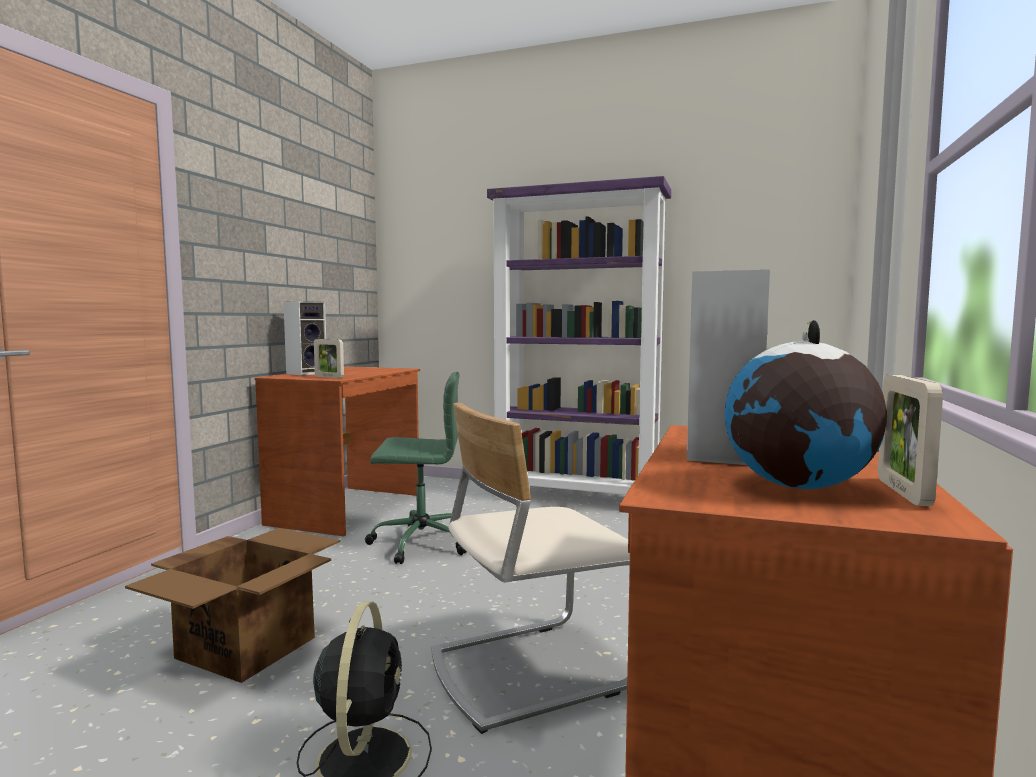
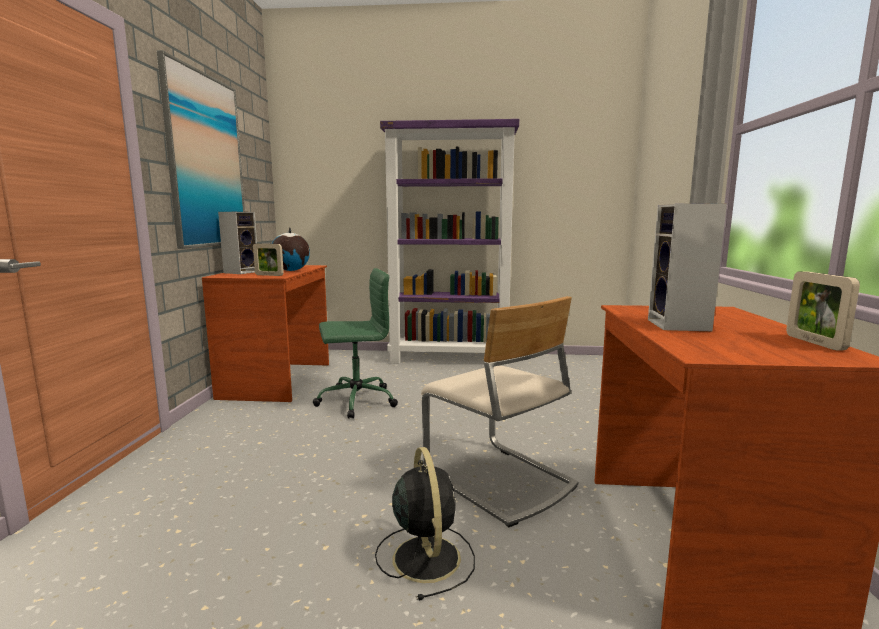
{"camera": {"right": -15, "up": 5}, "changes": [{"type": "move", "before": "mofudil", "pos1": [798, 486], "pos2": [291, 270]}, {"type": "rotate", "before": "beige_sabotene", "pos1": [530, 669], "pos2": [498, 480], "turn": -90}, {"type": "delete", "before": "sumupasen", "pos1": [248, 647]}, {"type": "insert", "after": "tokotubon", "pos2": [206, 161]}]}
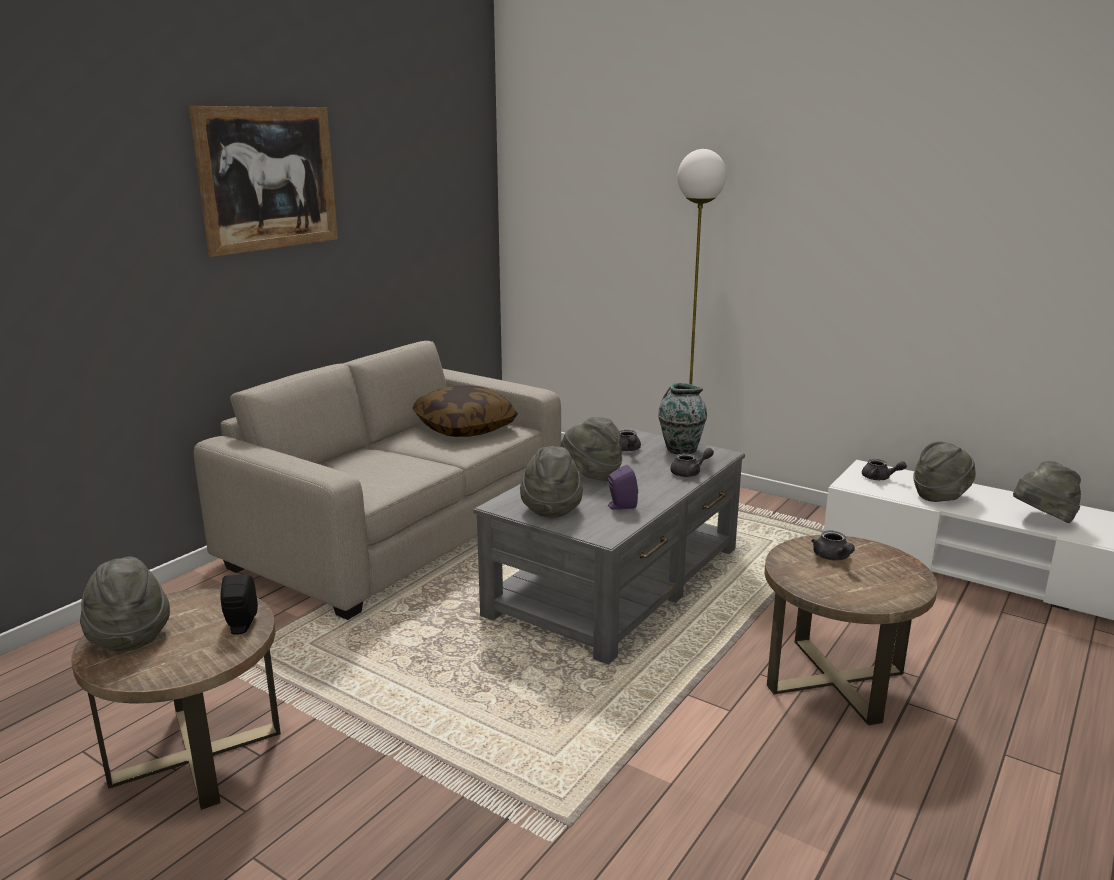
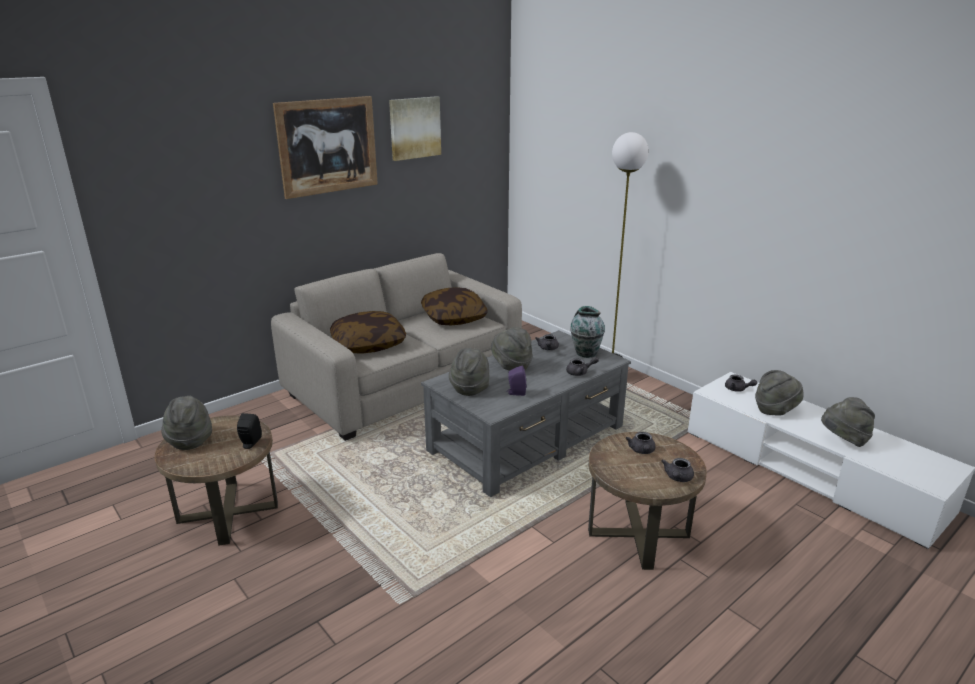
{"camera": {"right": 15, "up": 5}, "changes": [{"type": "insert", "after": "tokotubon", "pos2": [414, 128]}, {"type": "insert", "after": "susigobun", "pos2": [368, 344]}, {"type": "insert", "after": "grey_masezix", "pos2": [677, 478]}]}
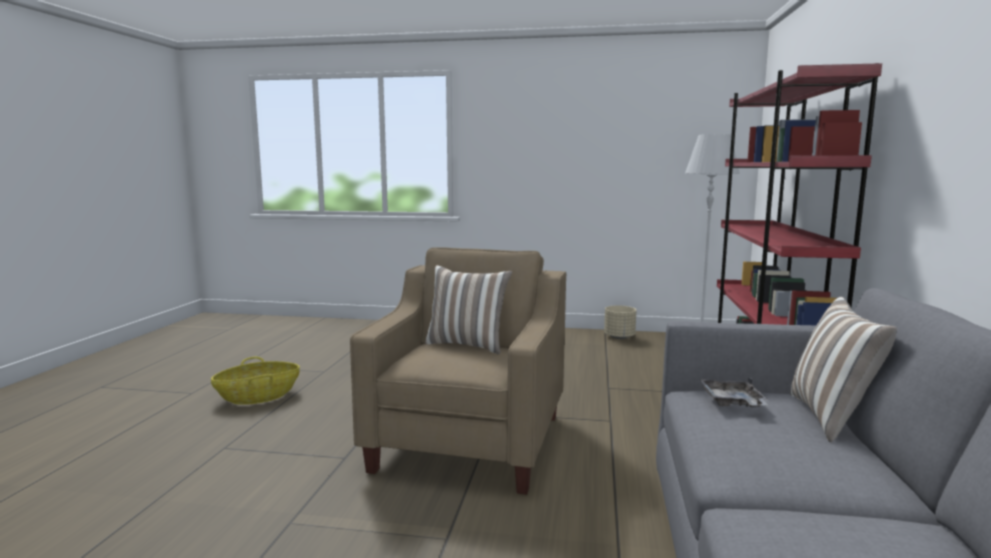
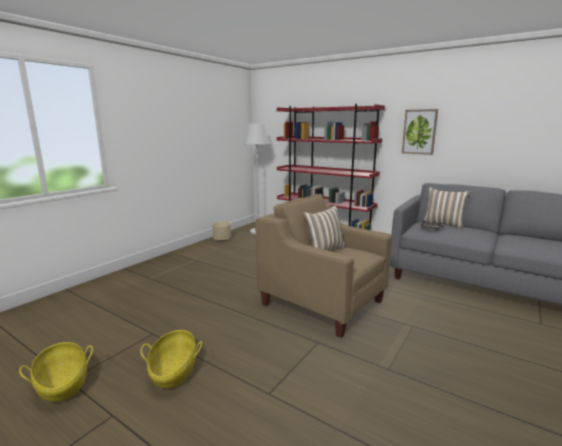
{"camera": {"right": -65, "up": 5}, "changes": [{"type": "insert", "after": "tokotubon", "pos2": [419, 132]}, {"type": "insert", "after": "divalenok", "pos2": [63, 384]}]}
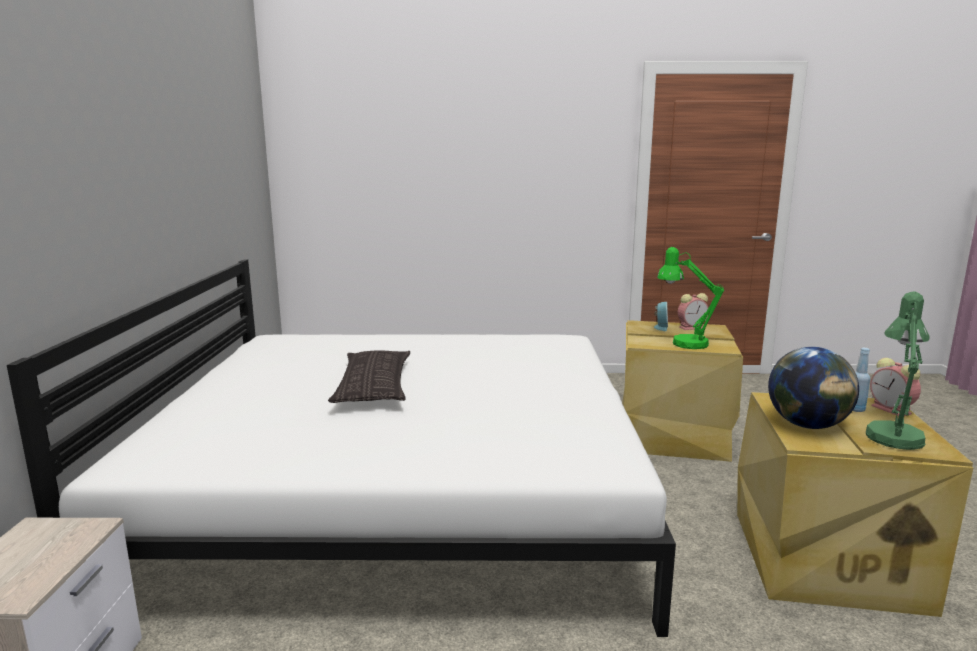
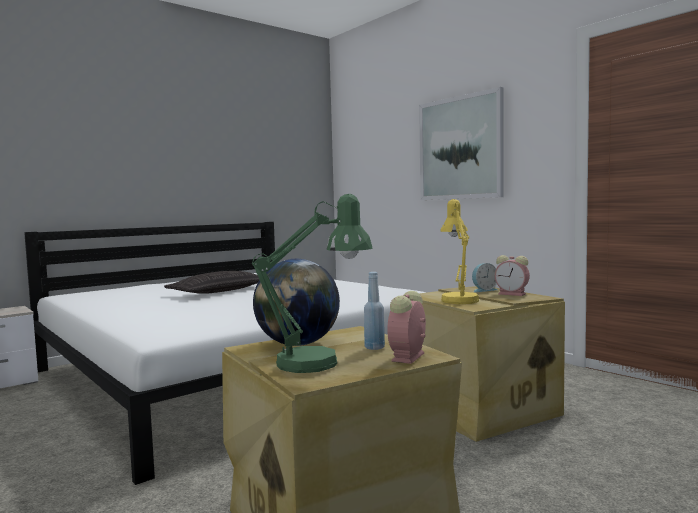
{"camera": {"right": 50, "up": -10}, "changes": [{"type": "recolor", "before": "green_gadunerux", "after": "yellow_gadunerux", "pos1": [682, 342], "pos2": [458, 299]}, {"type": "insert", "after": "tokotubon", "pos2": [460, 148]}]}
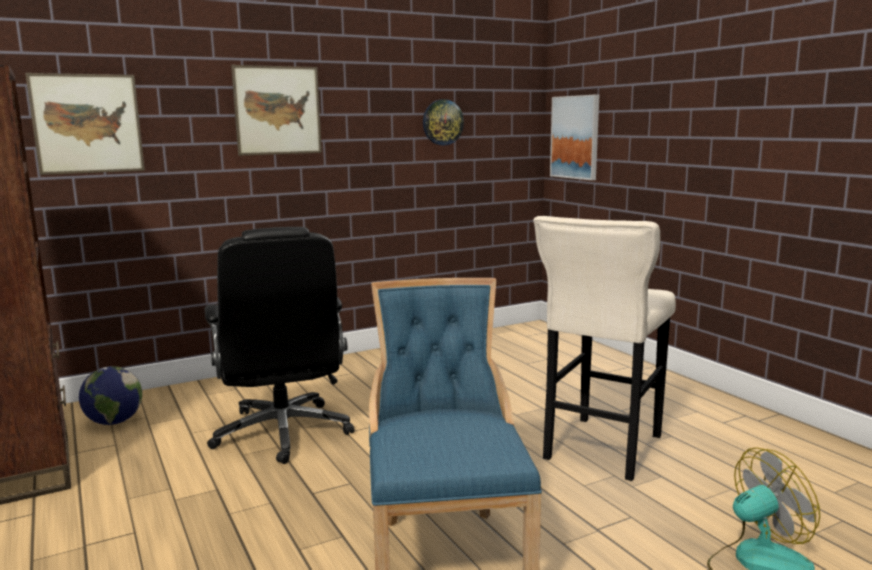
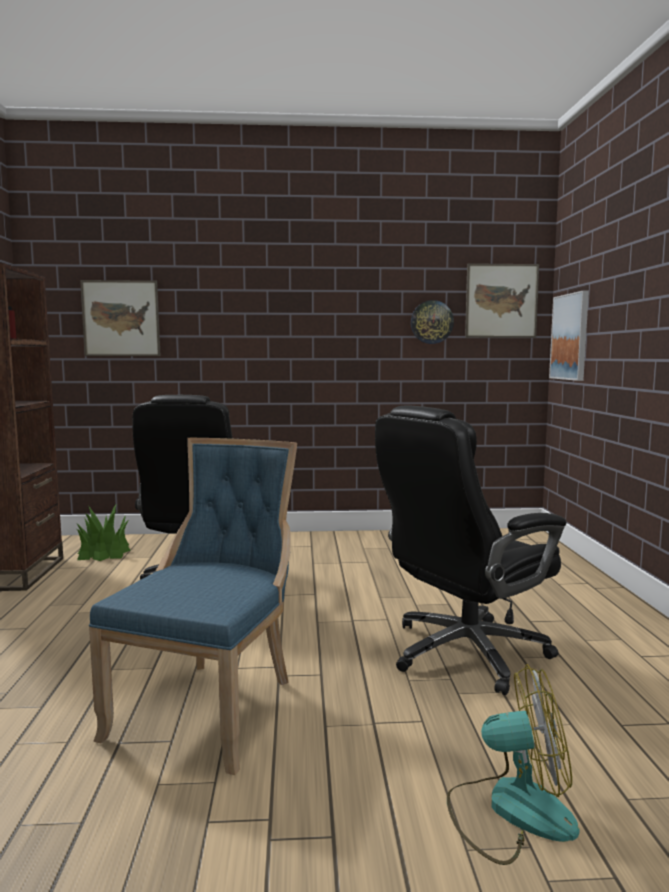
{"camera": {"right": 25, "up": -5}, "changes": [{"type": "move", "before": "tokotubon", "pos1": [277, 110], "pos2": [501, 301]}, {"type": "replace", "before": "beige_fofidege", "after": "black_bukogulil", "pos1": [601, 450], "pos2": [464, 653]}, {"type": "replace", "before": "mofudil", "after": "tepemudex", "pos1": [114, 422], "pos2": [104, 552]}]}
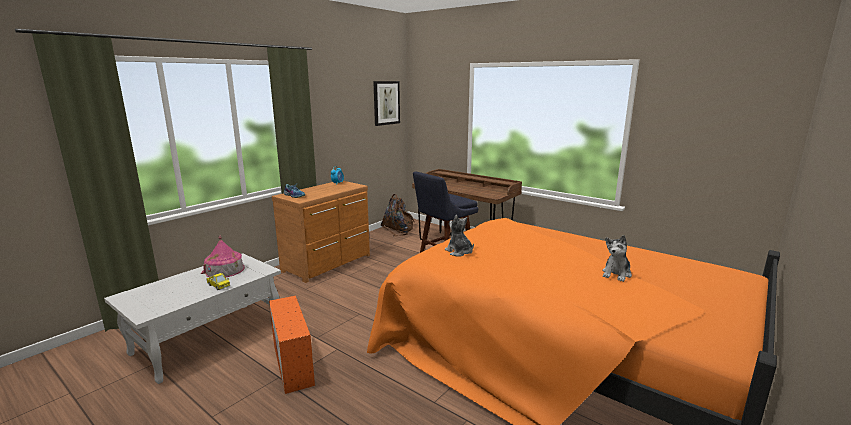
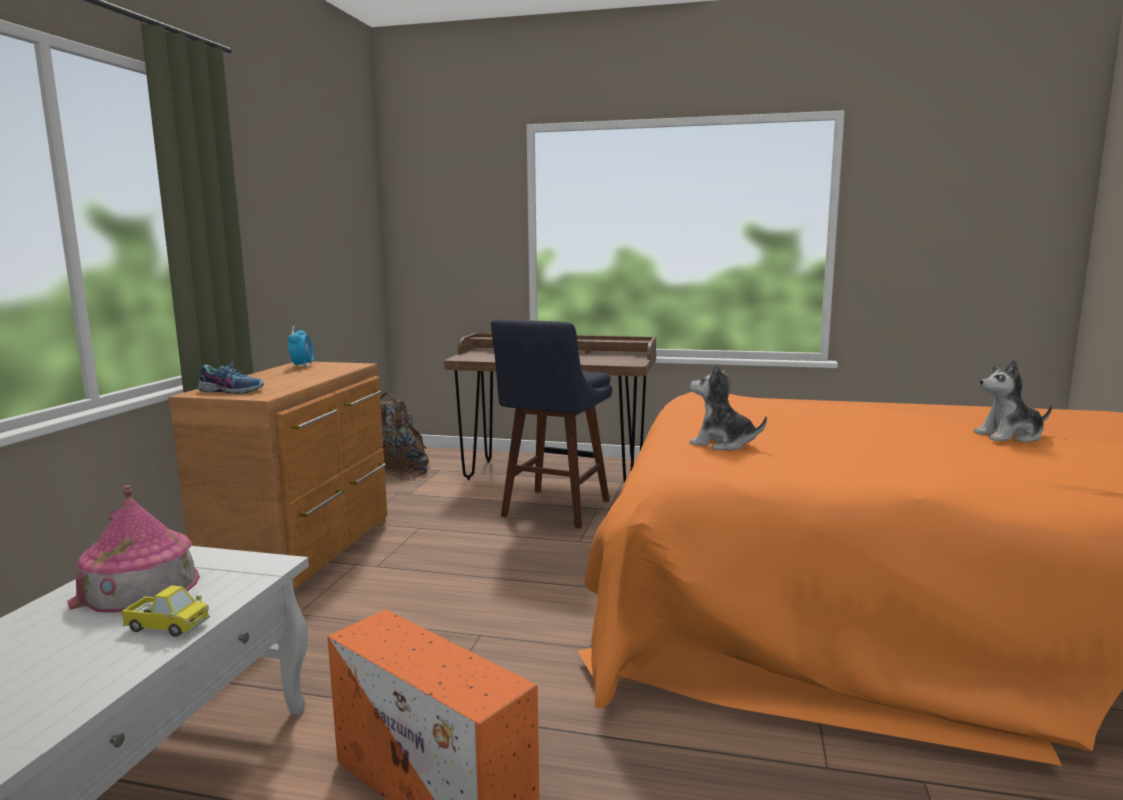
{"camera": {"right": -25, "up": -5}, "changes": [{"type": "delete", "before": "tokotubon", "pos1": [386, 103]}, {"type": "rotate", "before": "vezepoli", "pos1": [616, 274], "pos2": [1010, 436], "turn": 75}]}
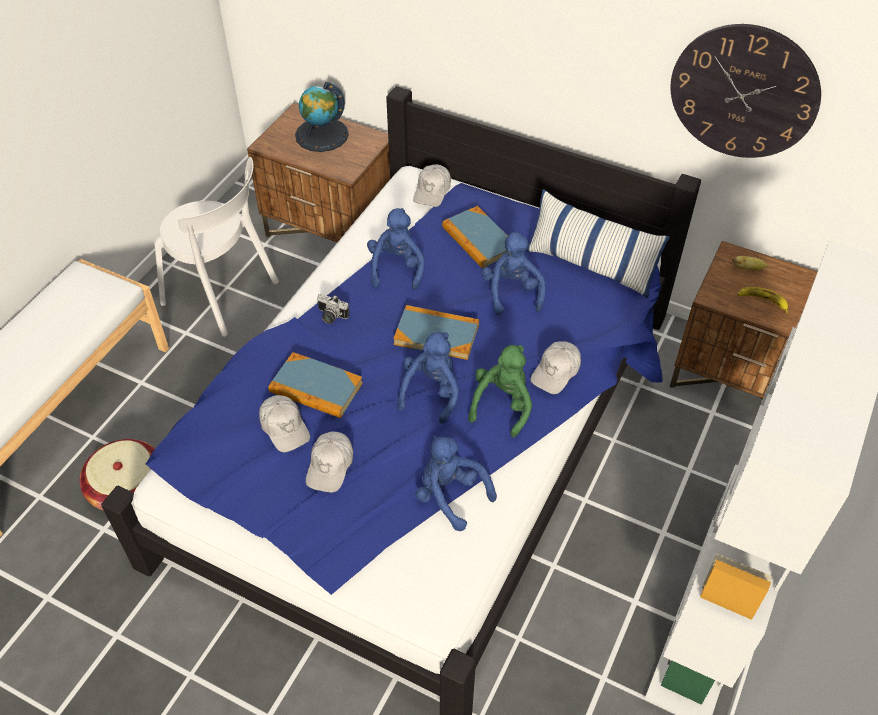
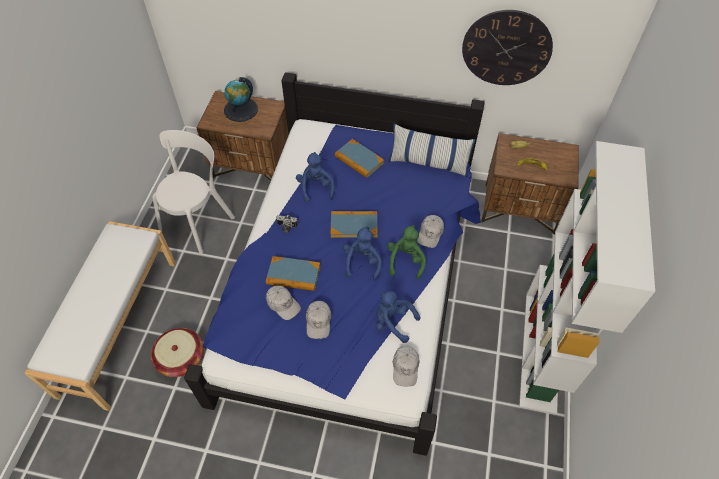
{"camera": {"right": -15, "up": 5}, "changes": [{"type": "rotate", "before": "white_sabotene", "pos1": [224, 295], "pos2": [199, 221], "turn": -75}, {"type": "move", "before": "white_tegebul", "pos1": [432, 191], "pos2": [405, 367]}, {"type": "delete", "before": "blue_vezepoli", "pos1": [512, 292]}]}
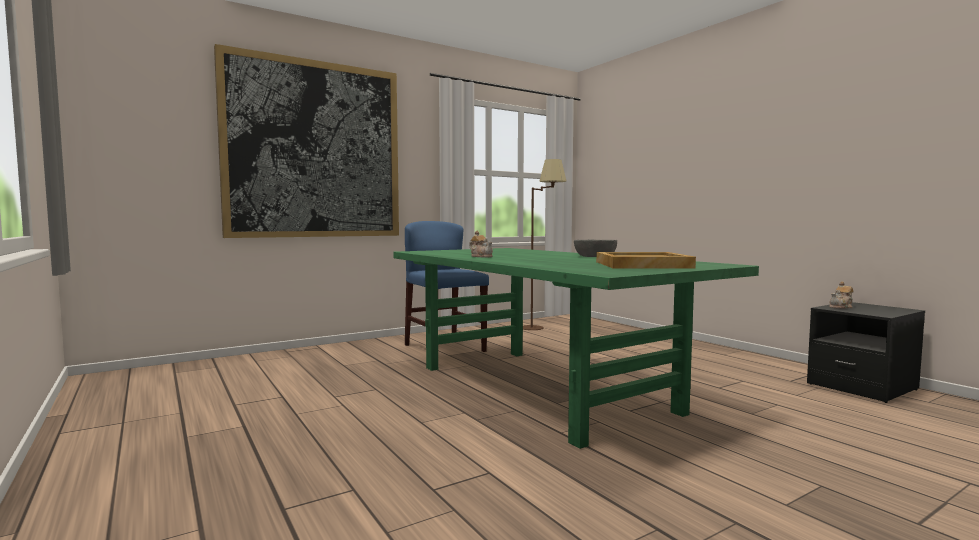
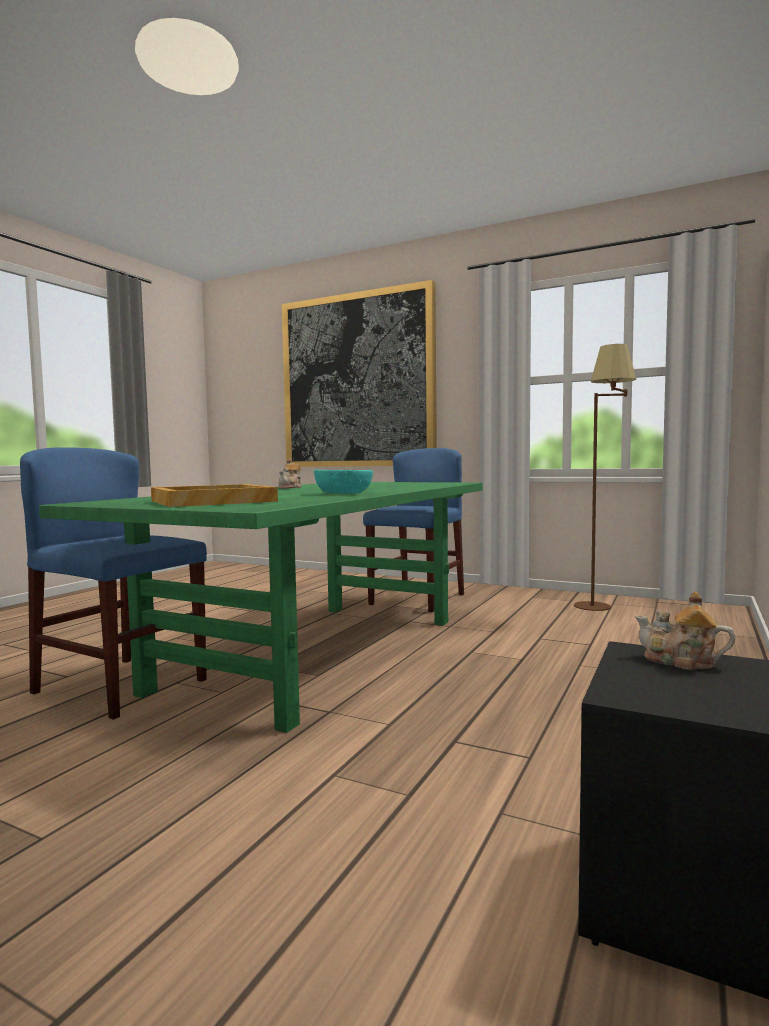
{"camera": {"right": 60, "up": 0}, "changes": [{"type": "recolor", "before": "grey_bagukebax", "after": "turquoise_bagukebax", "pos1": [594, 257], "pos2": [343, 493]}, {"type": "insert", "after": "blue_sabotene", "pos2": [121, 686]}]}
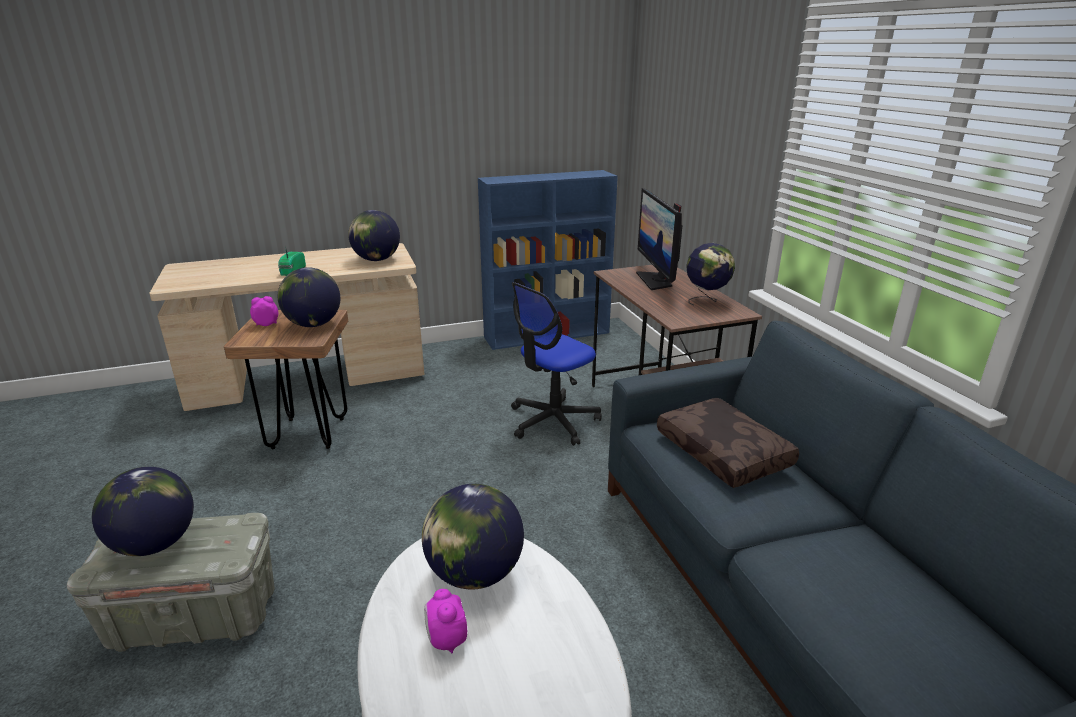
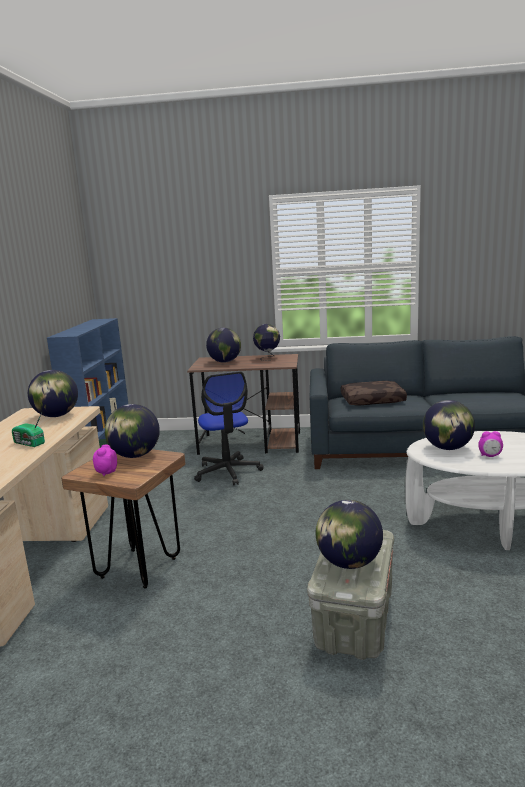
{"camera": {"right": -65, "up": -10}, "changes": [{"type": "replace", "before": "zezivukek", "after": "mofudil", "pos1": [656, 280], "pos2": [225, 362]}]}
